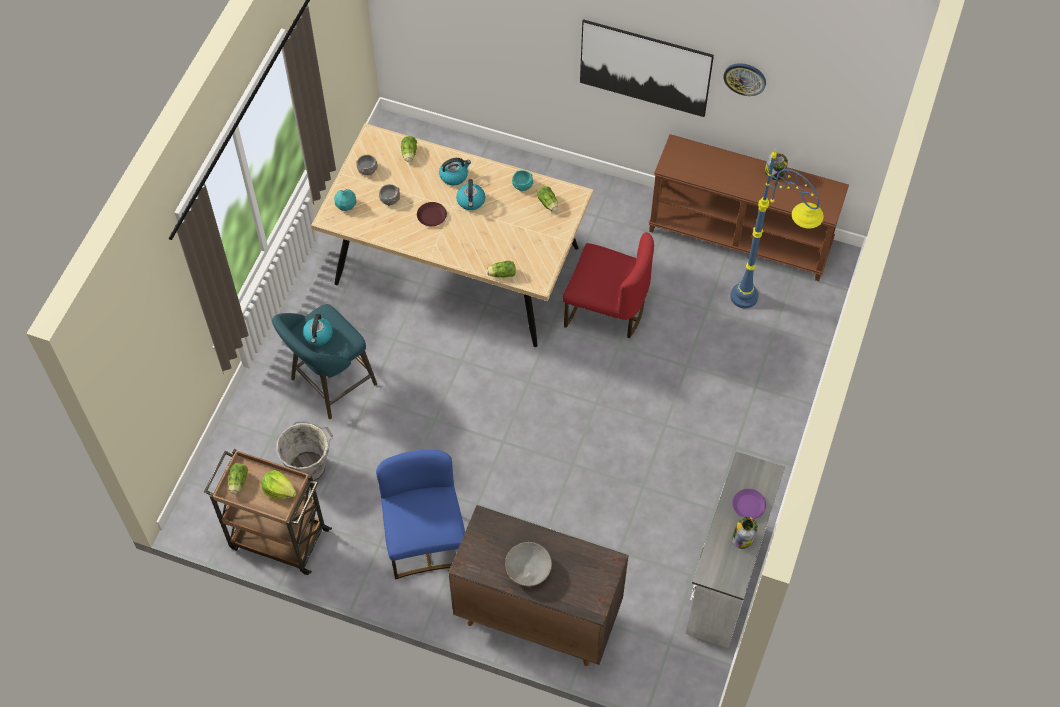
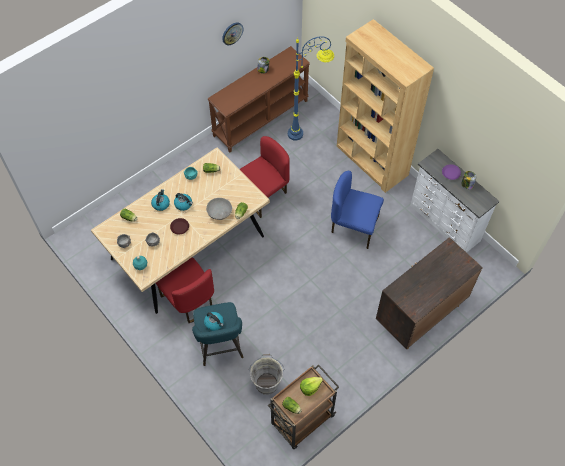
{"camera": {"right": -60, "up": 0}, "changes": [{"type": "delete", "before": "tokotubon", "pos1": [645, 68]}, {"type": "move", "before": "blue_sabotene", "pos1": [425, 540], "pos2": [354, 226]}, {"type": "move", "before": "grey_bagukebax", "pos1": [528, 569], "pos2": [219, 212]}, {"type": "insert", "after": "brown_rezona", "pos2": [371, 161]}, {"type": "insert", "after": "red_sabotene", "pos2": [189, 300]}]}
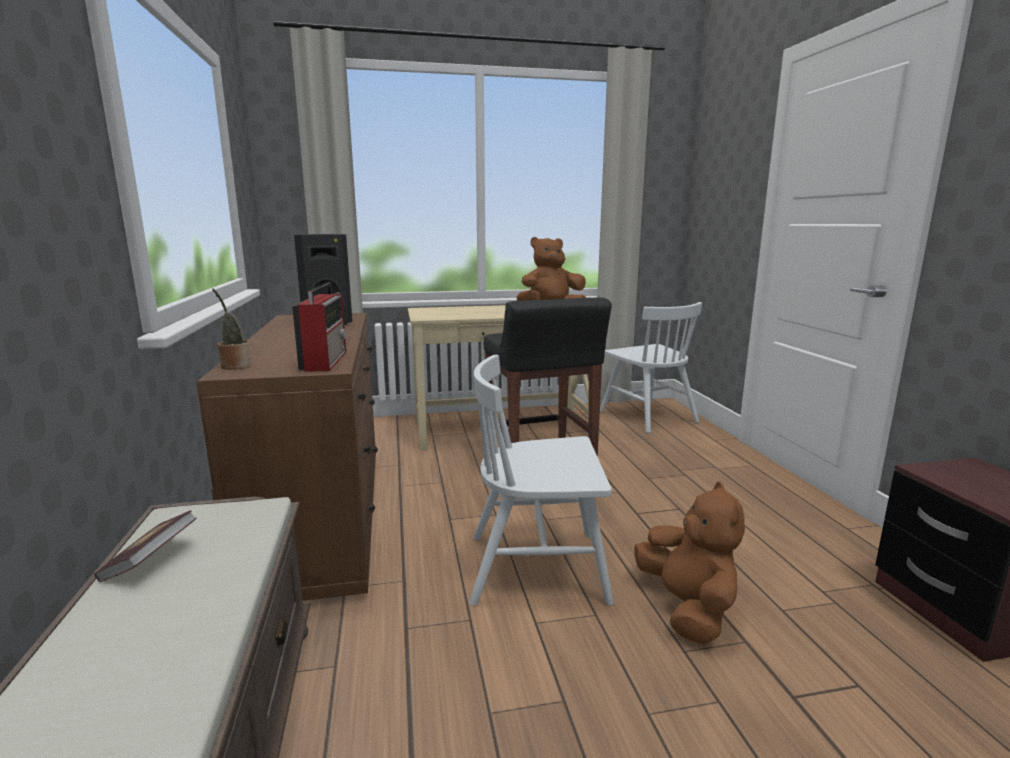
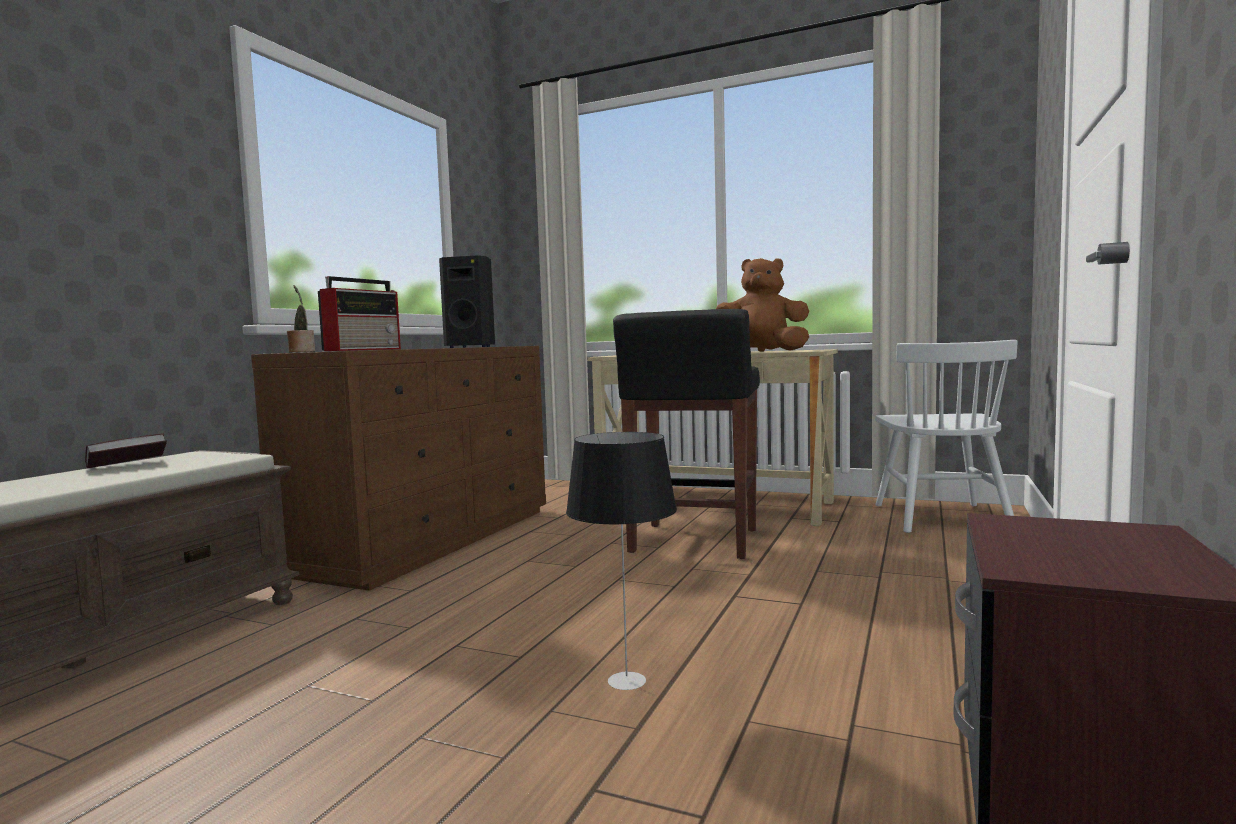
{"camera": {"right": 35, "up": -10}, "changes": [{"type": "delete", "before": "white_sabotene", "pos1": [538, 567]}, {"type": "replace", "before": "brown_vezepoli", "after": "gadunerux", "pos1": [687, 608], "pos2": [627, 681]}]}
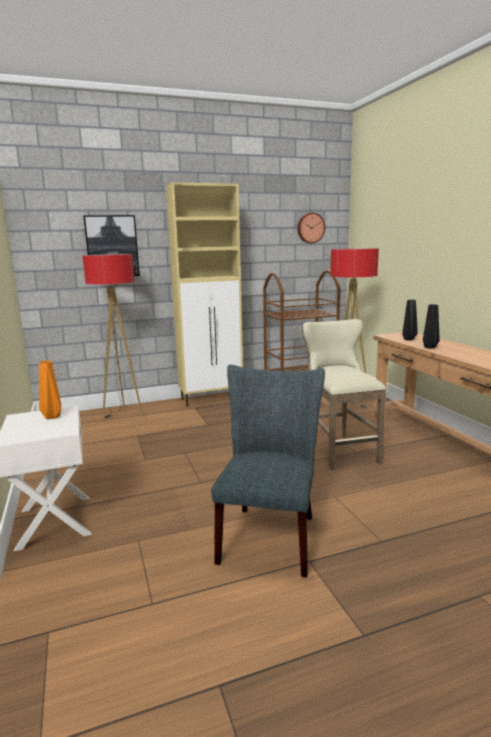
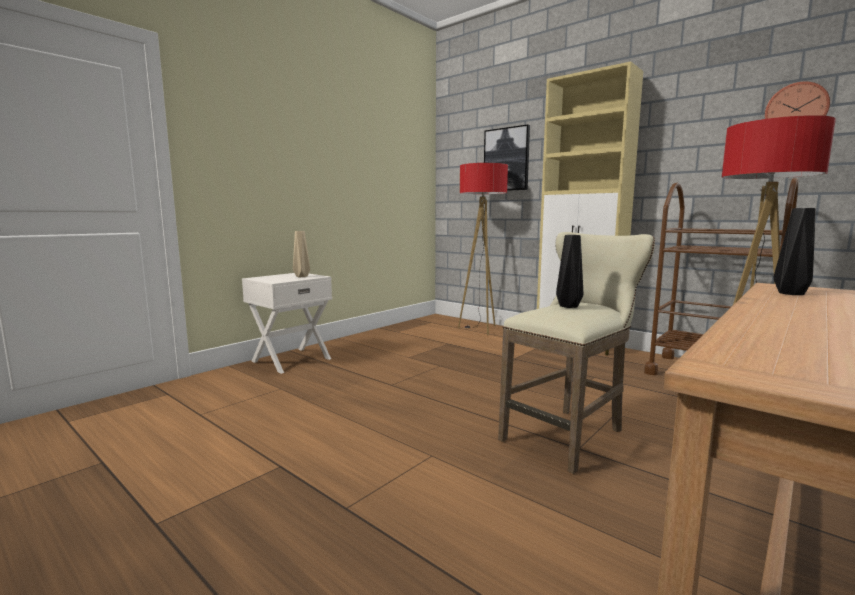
{"camera": {"right": 60, "up": -5}, "changes": [{"type": "move", "before": "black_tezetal", "pos1": [430, 347], "pos2": [569, 306]}, {"type": "recolor", "before": "orange_tezetal", "after": "beige_tezetal", "pos1": [52, 417], "pos2": [301, 276]}, {"type": "delete", "before": "grey_sabotene", "pos1": [270, 534]}]}
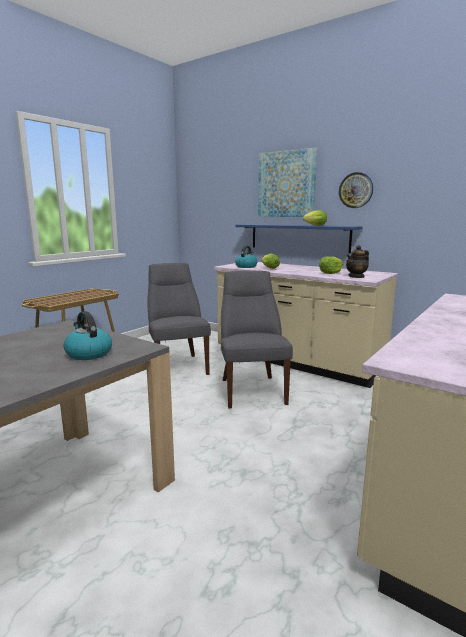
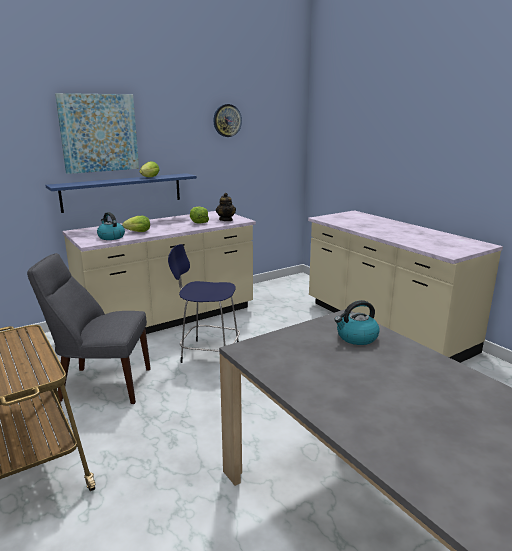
{"camera": {"right": -70, "up": 5}, "changes": [{"type": "move", "before": "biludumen", "pos1": [356, 190], "pos2": [227, 120]}, {"type": "replace", "before": "grey_sabotene", "after": "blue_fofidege", "pos1": [251, 389], "pos2": [208, 353]}]}
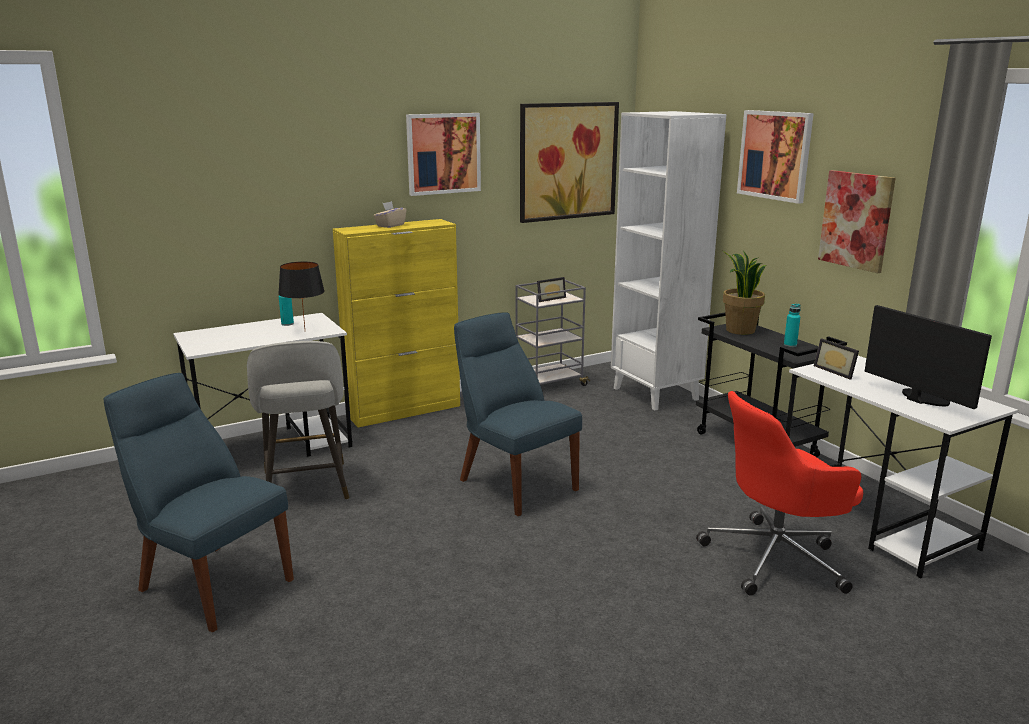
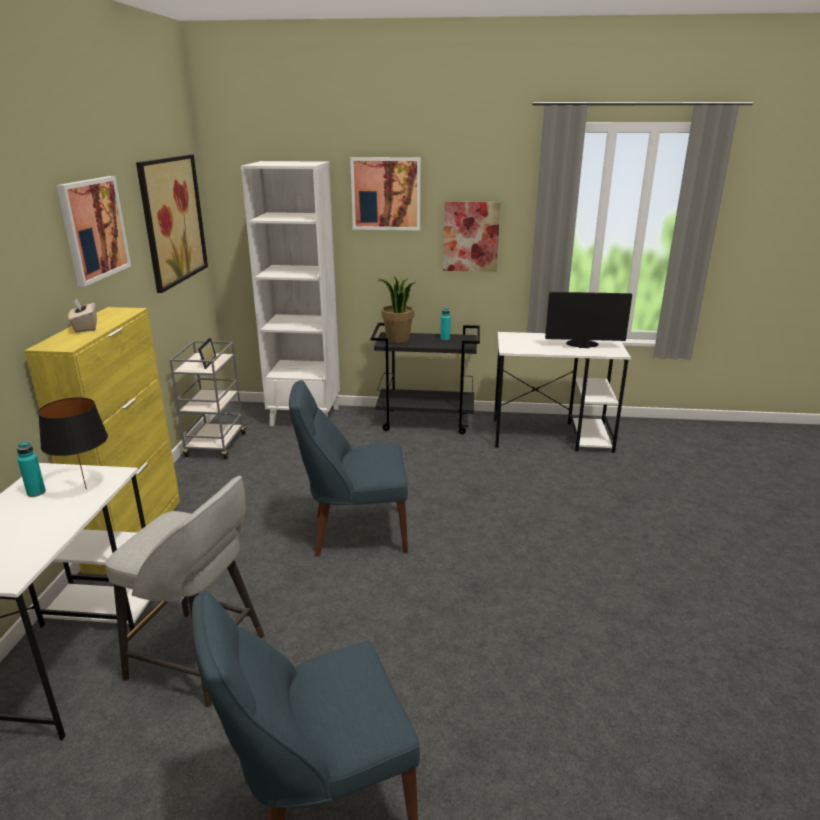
{"camera": {"right": -55, "up": 5}, "changes": [{"type": "delete", "before": "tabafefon", "pos1": [837, 371]}, {"type": "delete", "before": "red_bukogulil", "pos1": [776, 558]}]}
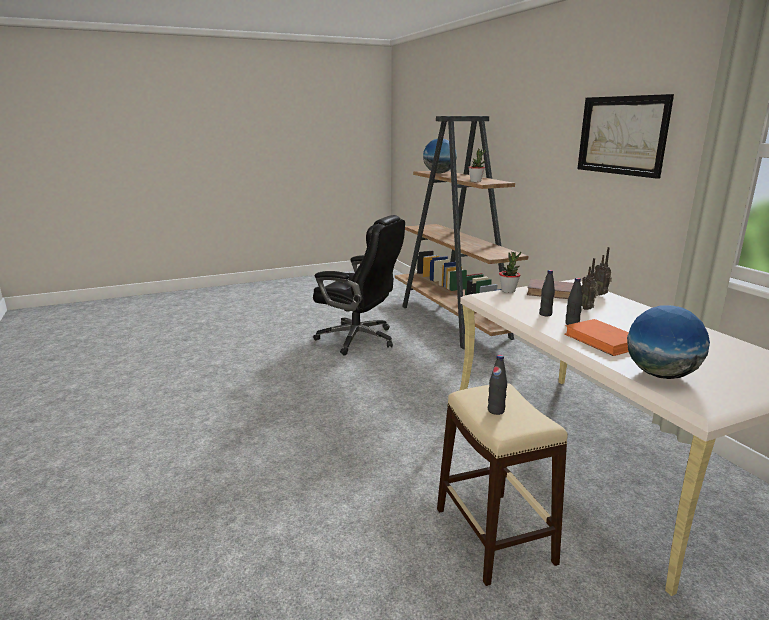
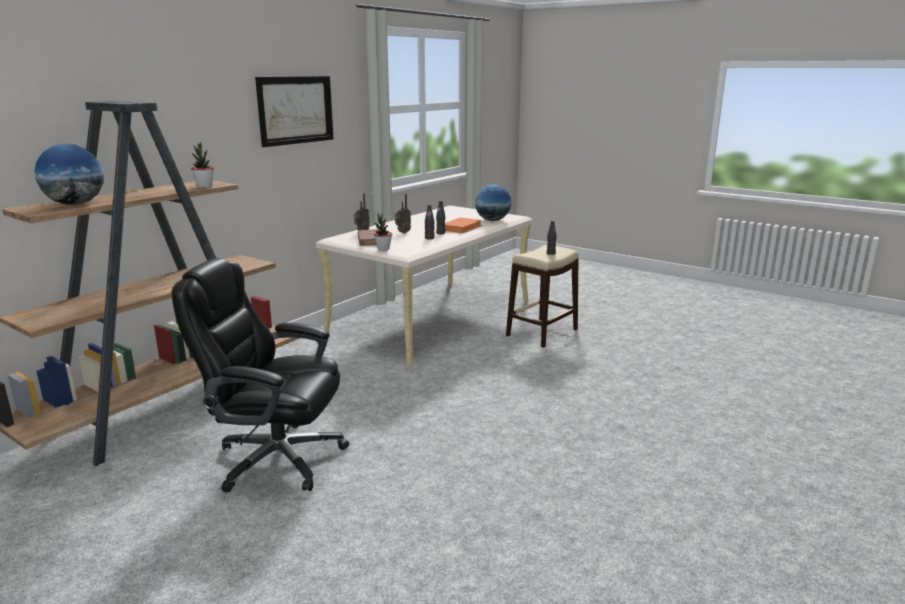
{"camera": {"right": -120, "up": 0}, "changes": [{"type": "rotate", "before": "black_bukogulil", "pos1": [358, 339], "pos2": [276, 458], "turn": -75}]}
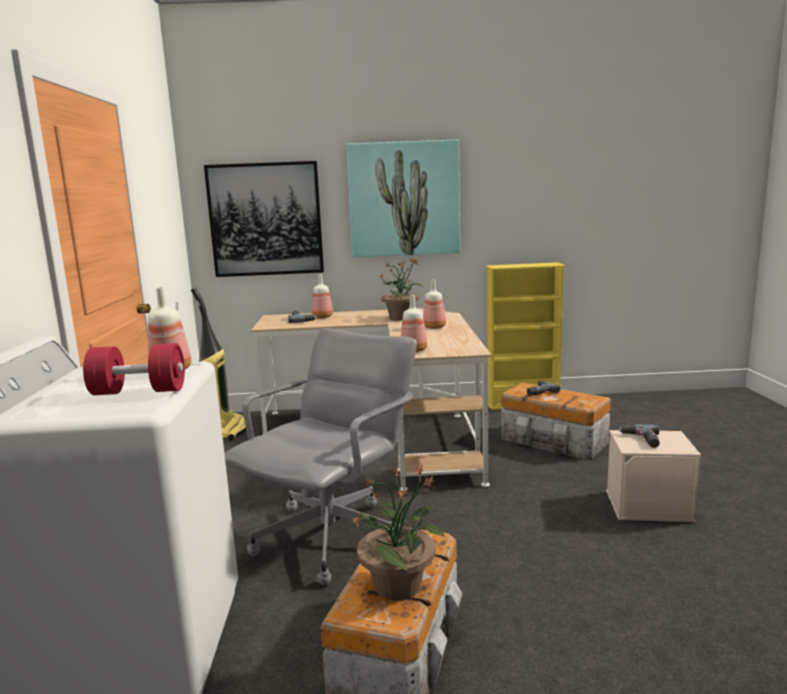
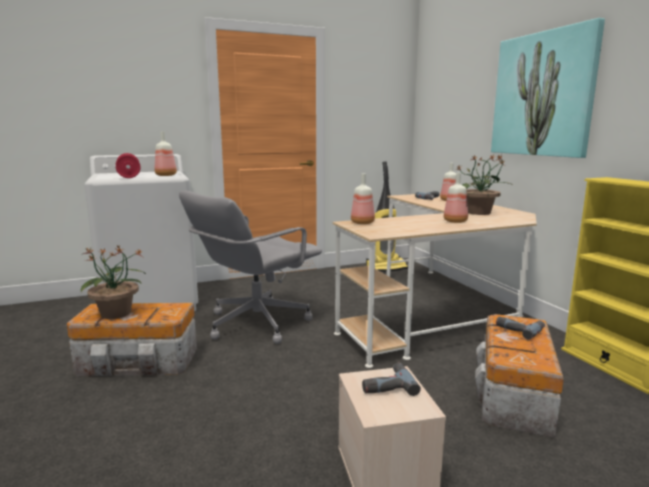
{"camera": {"right": 70, "up": 0}, "changes": [{"type": "delete", "before": "tokotubon", "pos1": [266, 219]}, {"type": "rotate", "before": "grey_bukogulil", "pos1": [332, 538], "pos2": [256, 323], "turn": 120}]}
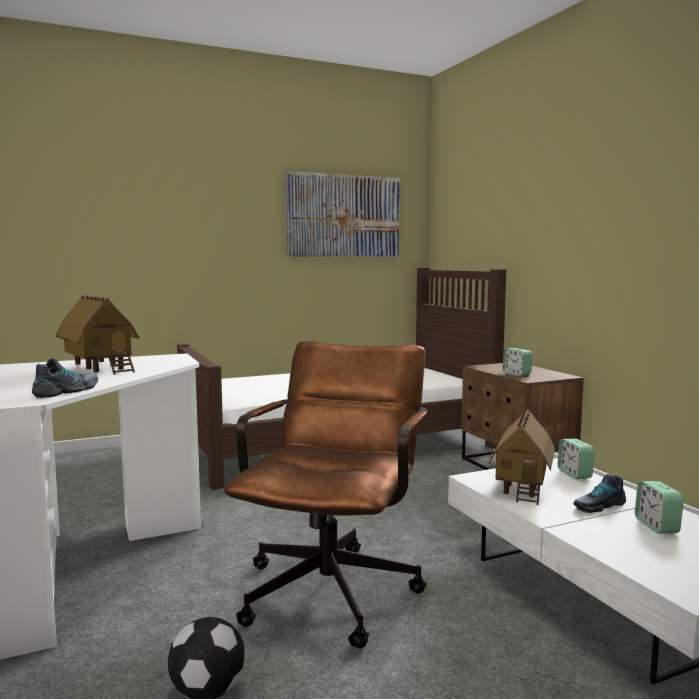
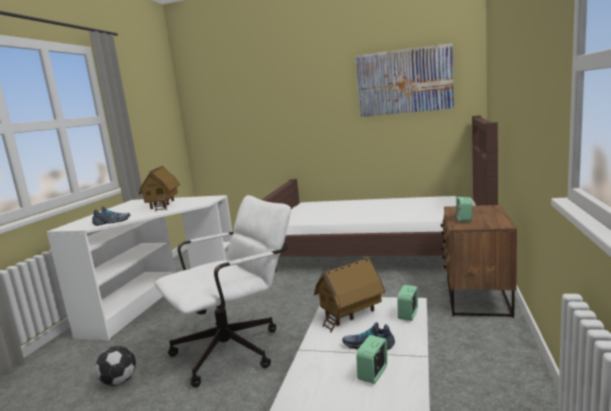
{"camera": {"right": 40, "up": 5}, "changes": [{"type": "recolor", "before": "brown_bukogulil", "after": "white_bukogulil", "pos1": [334, 585], "pos2": [237, 348]}]}
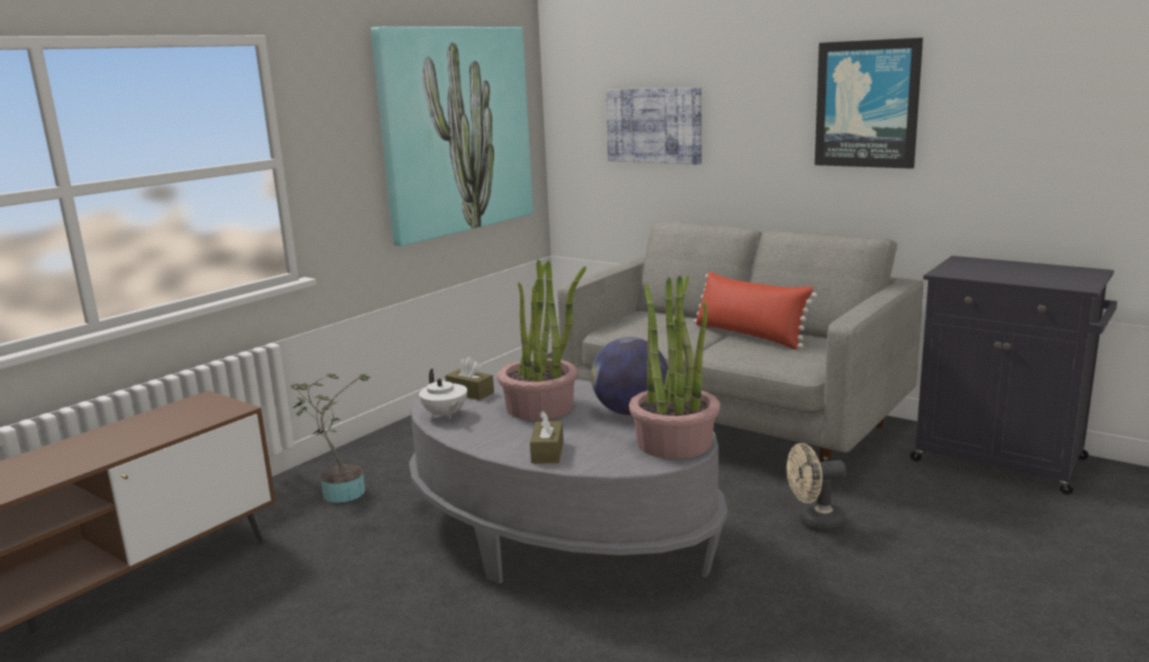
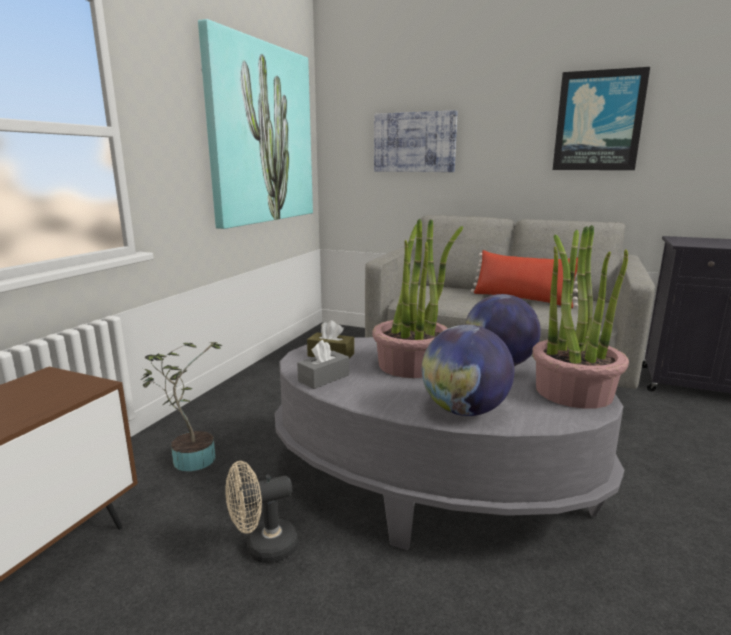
{"camera": {"right": -15, "up": 0}, "changes": [{"type": "replace", "before": "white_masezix", "after": "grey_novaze", "pos1": [445, 415], "pos2": [324, 378]}, {"type": "replace", "before": "brown_novaze", "after": "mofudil", "pos1": [547, 452], "pos2": [464, 410]}, {"type": "move", "before": "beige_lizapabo", "pos1": [815, 524], "pos2": [263, 548]}]}
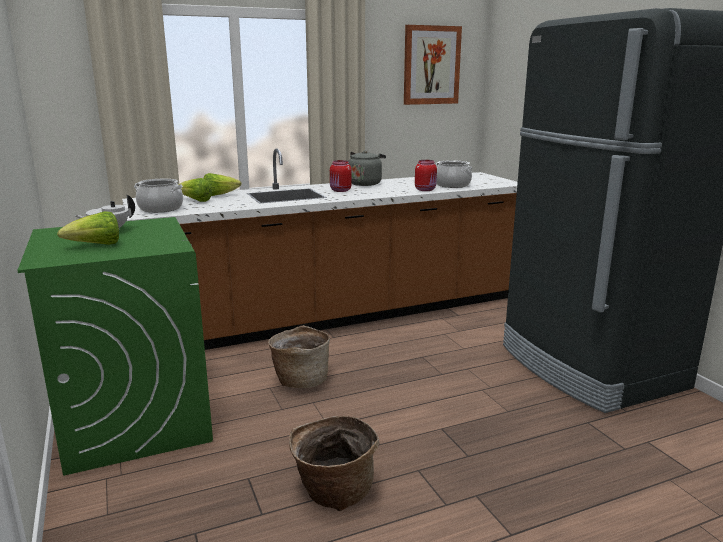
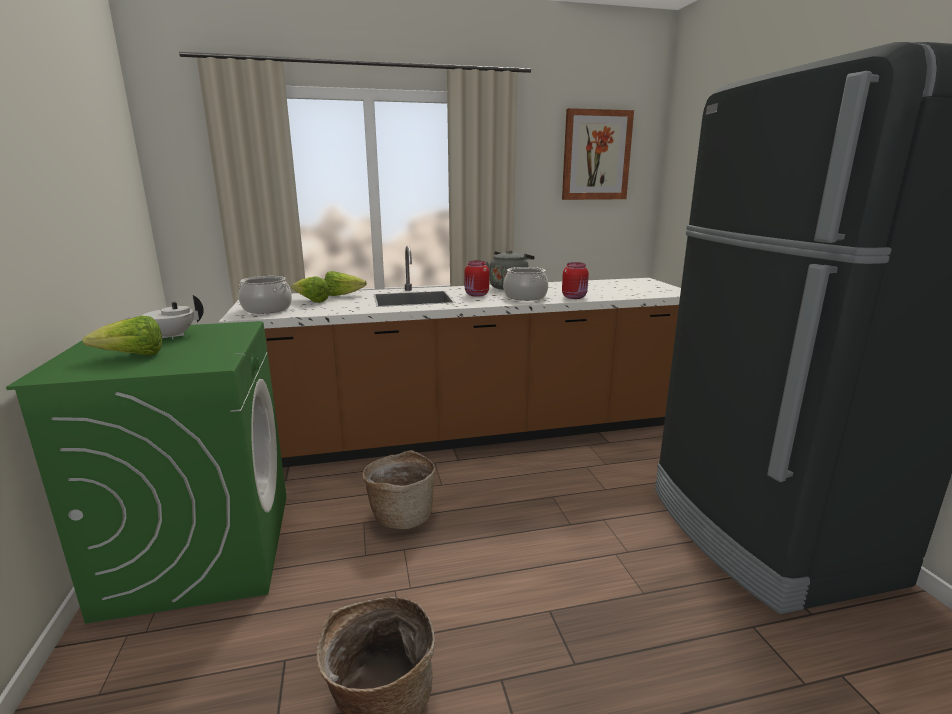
{"camera": {"right": 10, "up": 0}, "changes": [{"type": "move", "before": "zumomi", "pos1": [452, 185], "pos2": [525, 297]}]}
